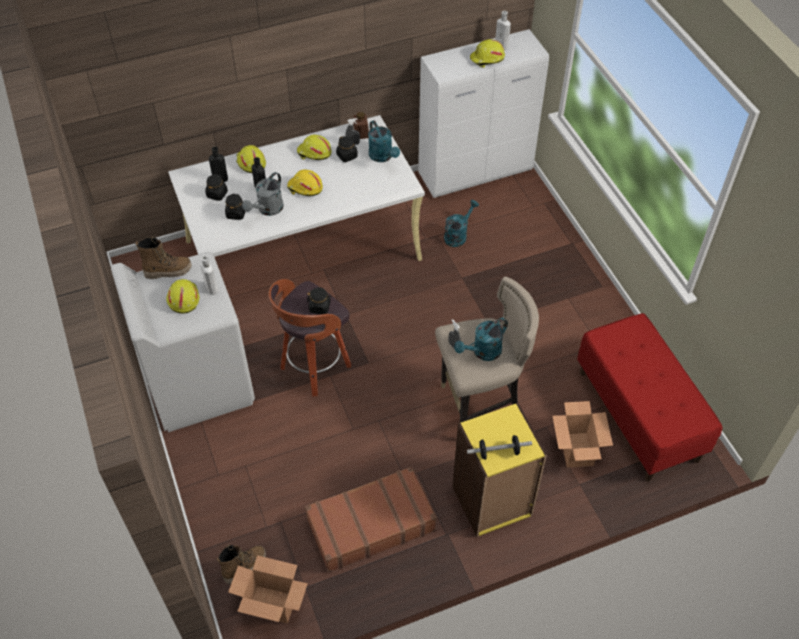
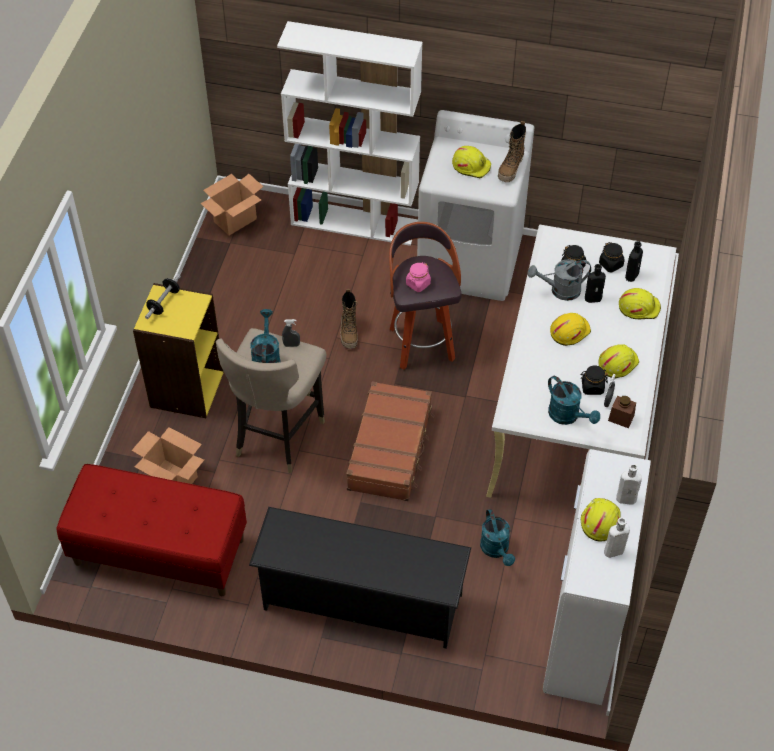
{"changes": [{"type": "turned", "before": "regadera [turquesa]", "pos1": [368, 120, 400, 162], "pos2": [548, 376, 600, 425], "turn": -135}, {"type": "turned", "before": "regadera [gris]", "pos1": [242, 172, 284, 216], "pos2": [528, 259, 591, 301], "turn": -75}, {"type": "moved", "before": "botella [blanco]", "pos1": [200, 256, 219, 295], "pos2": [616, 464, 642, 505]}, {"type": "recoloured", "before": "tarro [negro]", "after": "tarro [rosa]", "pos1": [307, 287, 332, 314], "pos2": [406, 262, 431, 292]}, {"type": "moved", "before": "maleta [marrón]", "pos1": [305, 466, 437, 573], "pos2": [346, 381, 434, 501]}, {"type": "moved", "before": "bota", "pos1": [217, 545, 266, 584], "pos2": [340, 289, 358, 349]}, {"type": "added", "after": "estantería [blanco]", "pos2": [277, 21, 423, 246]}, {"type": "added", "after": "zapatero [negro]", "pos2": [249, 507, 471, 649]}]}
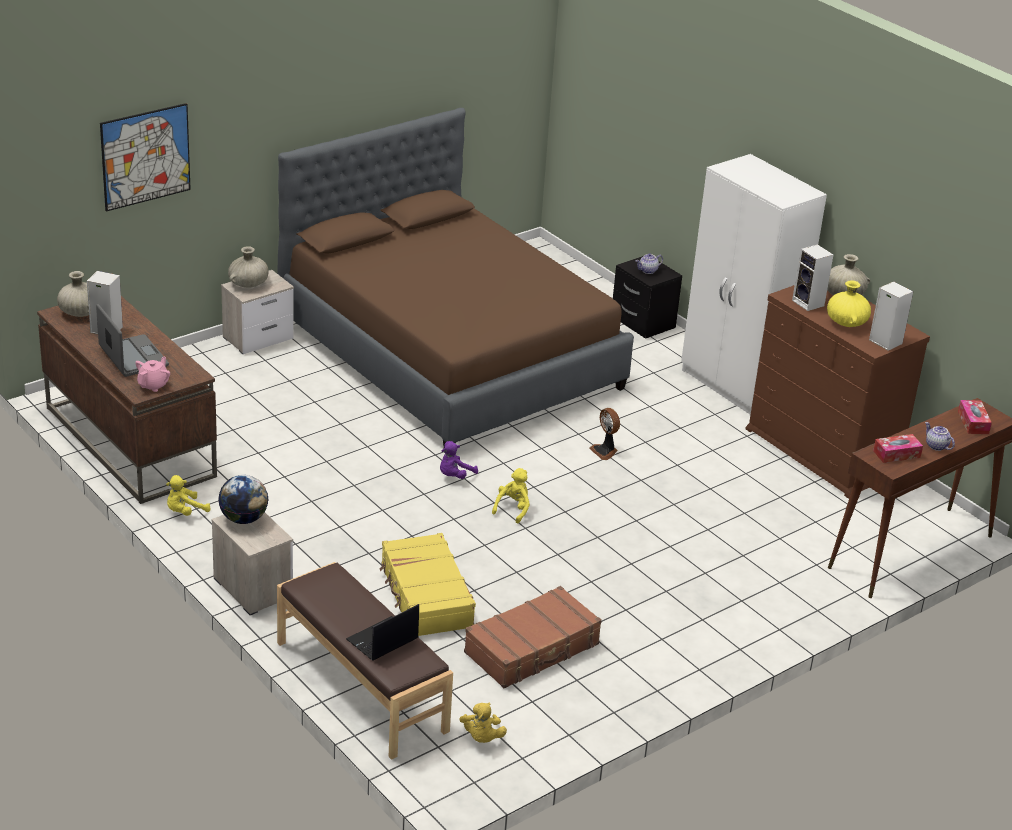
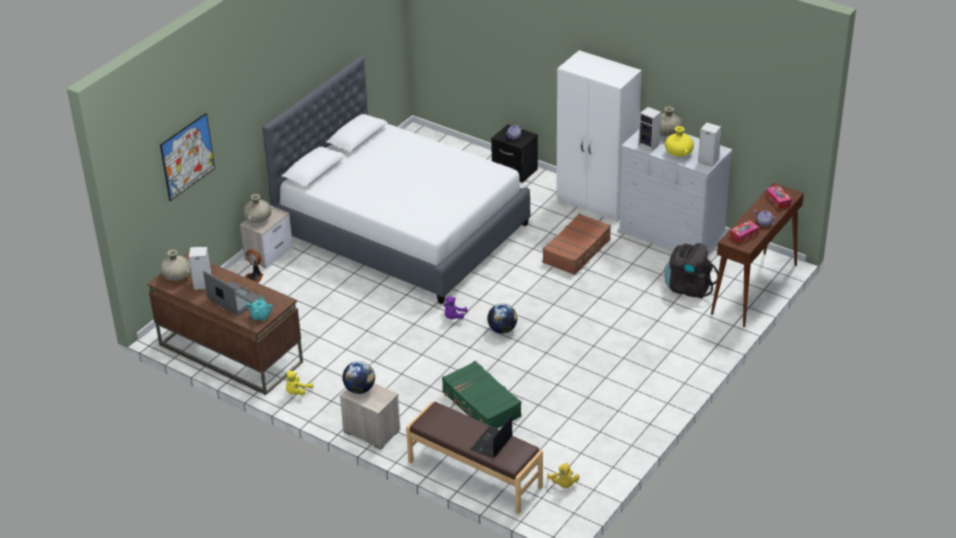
{"changes": [{"type": "recoloured", "before": "cama [marrón]", "after": "cama [blanco]", "pos1": [278, 108, 634, 453], "pos2": [262, 56, 531, 304]}, {"type": "recoloured", "before": "cómoda [marrón]", "after": "cómoda [blanco]", "pos1": [745, 285, 930, 499], "pos2": [617, 130, 733, 256]}, {"type": "recoloured", "before": "tetera [rosa]", "after": "tetera [turquesa]", "pos1": [135, 357, 170, 392], "pos2": [246, 295, 273, 321]}, {"type": "moved", "before": "ventilador", "pos1": [589, 408, 620, 460], "pos2": [245, 249, 264, 283]}, {"type": "replaced", "before": "peluche [amarillo]", "after": "globo terráqueo", "pos1": [492, 468, 530, 524], "pos2": [487, 303, 518, 334]}, {"type": "recoloured", "before": "maleta [amarillo]", "after": "maleta [verde]", "pos1": [380, 533, 476, 636], "pos2": [442, 361, 522, 429]}, {"type": "moved", "before": "maleta [marrón]", "pos1": [464, 586, 602, 689], "pos2": [542, 214, 611, 275]}, {"type": "added", "after": "mochila [negro]", "pos2": [664, 243, 718, 299]}]}
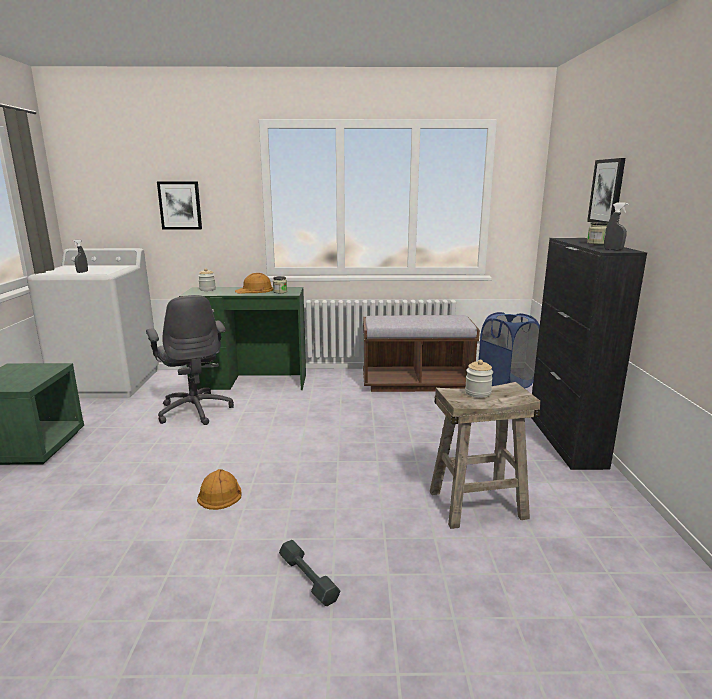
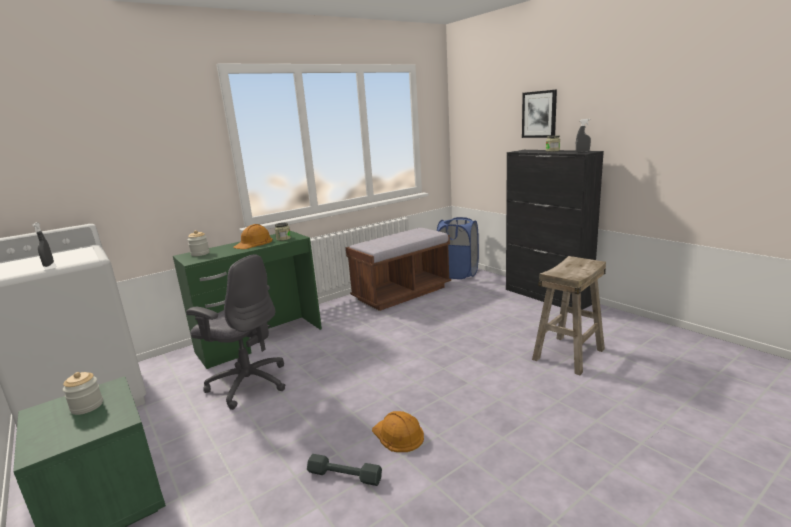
{"changes": [{"type": "removed", "before": "cuadro", "pos1": [157, 182, 202, 230]}, {"type": "moved", "before": "tarro", "pos1": [465, 360, 493, 398], "pos2": [63, 372, 103, 415]}, {"type": "moved", "before": "mancuerna [gris]", "pos1": [279, 540, 340, 607], "pos2": [307, 454, 382, 486]}]}
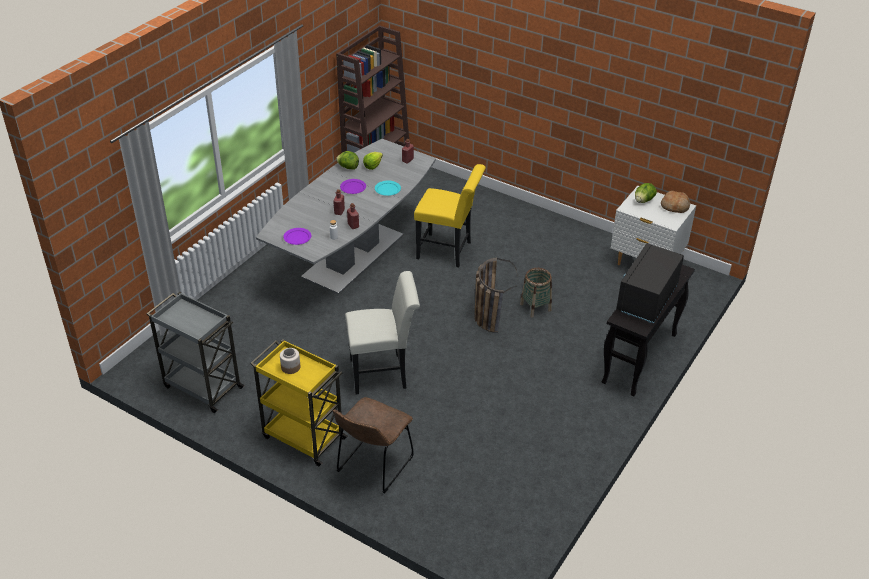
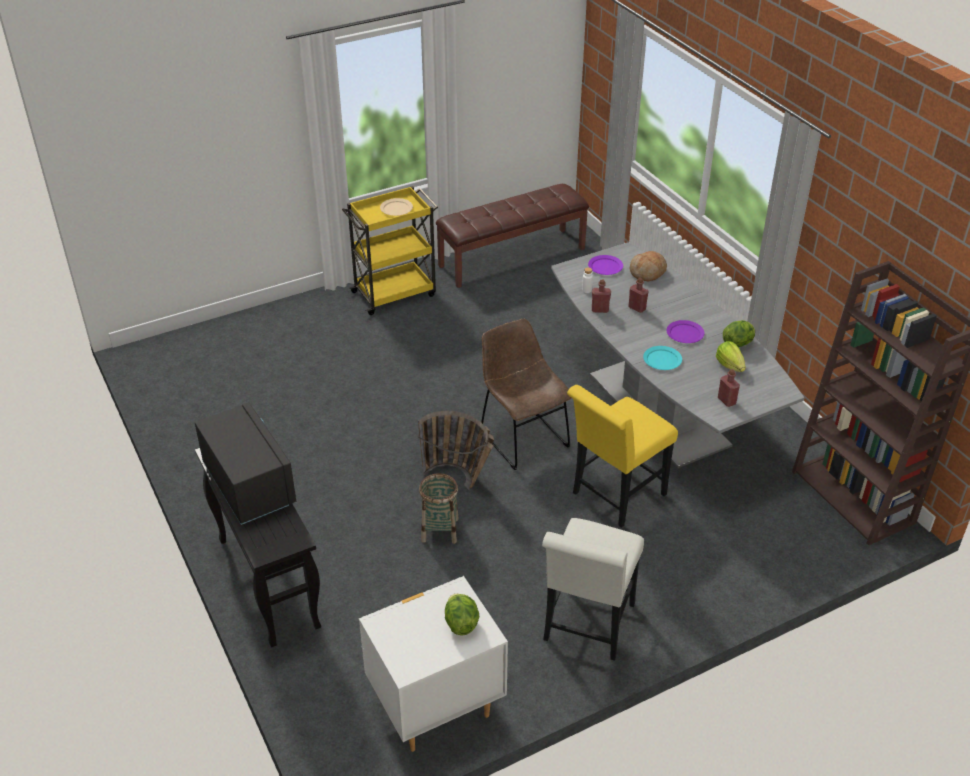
{"changes": [{"type": "moved", "before": "pan", "pos1": [661, 191, 690, 213], "pos2": [630, 251, 667, 282]}, {"type": "moved", "before": "silla [blanco]", "pos1": [345, 271, 420, 394], "pos2": [542, 518, 644, 661]}, {"type": "replaced", "before": "carrito [gris]", "after": "banco [marrón]", "pos1": [147, 292, 245, 413], "pos2": [436, 184, 589, 288]}, {"type": "replaced", "before": "tarro", "after": "plato [beis]", "pos1": [280, 348, 300, 374], "pos2": [380, 198, 413, 216]}, {"type": "moved", "before": "silla [marrón]", "pos1": [333, 397, 414, 493], "pos2": [481, 319, 571, 470]}]}
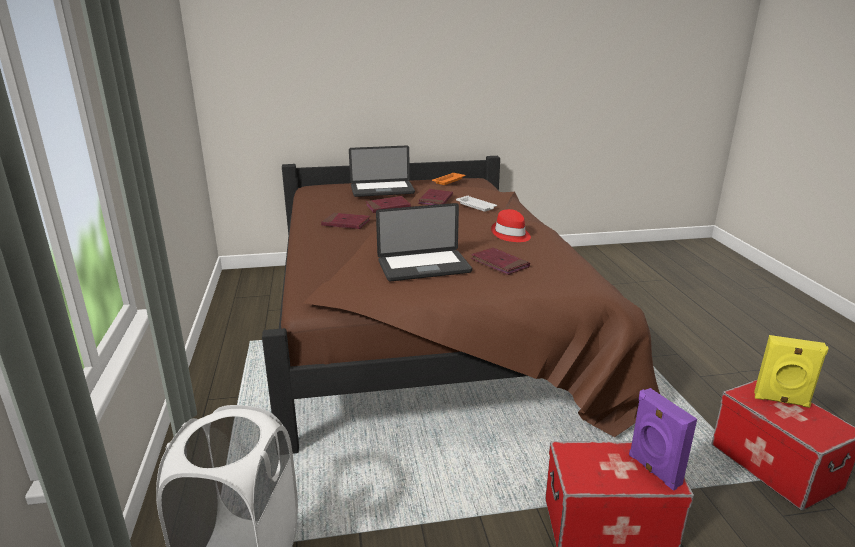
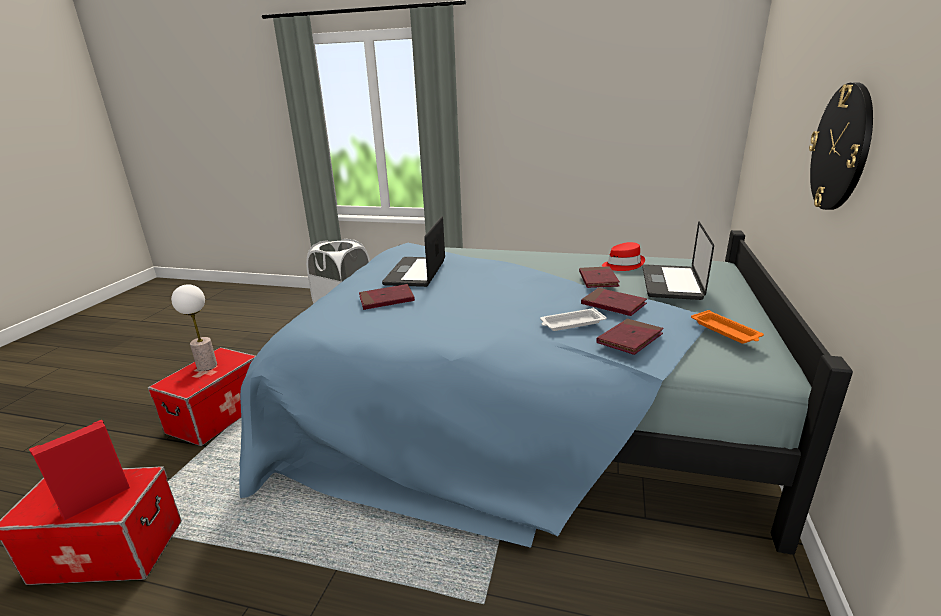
{"changes": [{"type": "recoloured", "before": "cama [marrón]", "after": "cama [azul]", "pos1": [262, 156, 660, 454], "pos2": [239, 230, 853, 555]}, {"type": "moved", "before": "sombrero [rojo]", "pos1": [491, 209, 531, 242], "pos2": [602, 242, 645, 271]}, {"type": "moved", "before": "libro [rojo]", "pos1": [321, 213, 371, 229], "pos2": [596, 319, 664, 355]}, {"type": "recoloured", "before": "altavoz [amarillo]", "after": "altavoz [rojo]", "pos1": [754, 335, 829, 408], "pos2": [29, 420, 130, 521]}, {"type": "removed", "before": "altavoz [morado]", "pos1": [629, 388, 697, 491]}, {"type": "added", "after": "reloj de pared", "pos2": [809, 82, 873, 210]}, {"type": "added", "after": "lámpara de mesa", "pos2": [171, 285, 217, 371]}]}
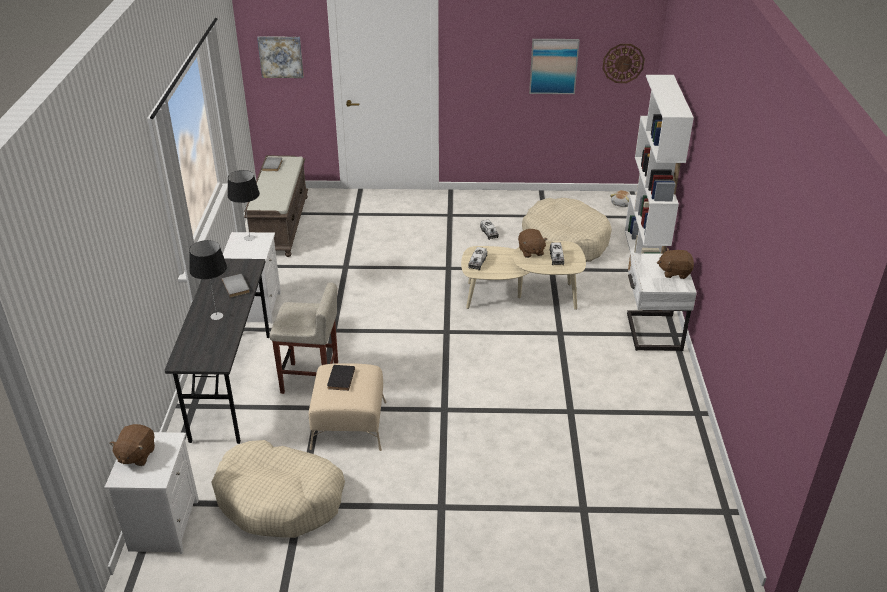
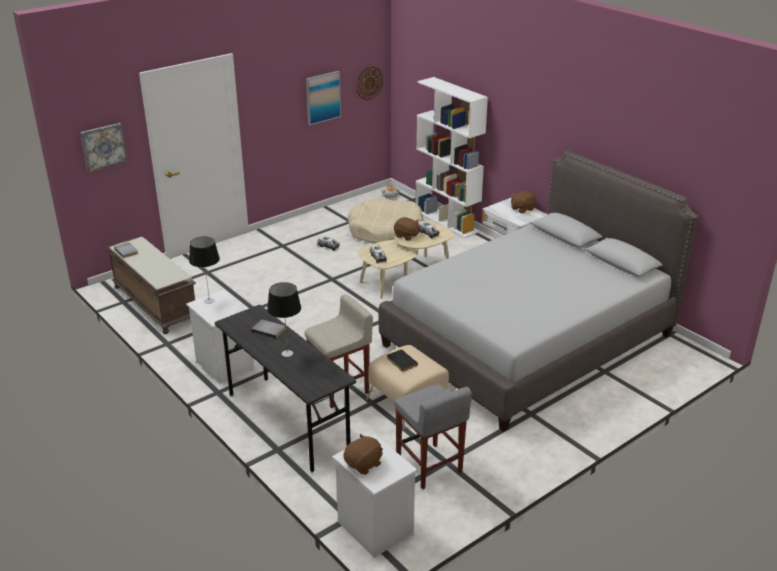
{"changes": [{"type": "turned", "before": "peluche [marrón]", "pos1": [109, 424, 155, 466], "pos2": [343, 433, 383, 475], "turn": -105}, {"type": "replaced", "before": "cama para perro [beis]", "after": "taburete [gris]", "pos1": [211, 440, 345, 538], "pos2": [394, 384, 472, 489]}, {"type": "added", "after": "cama [gris]", "pos2": [378, 151, 698, 432]}]}
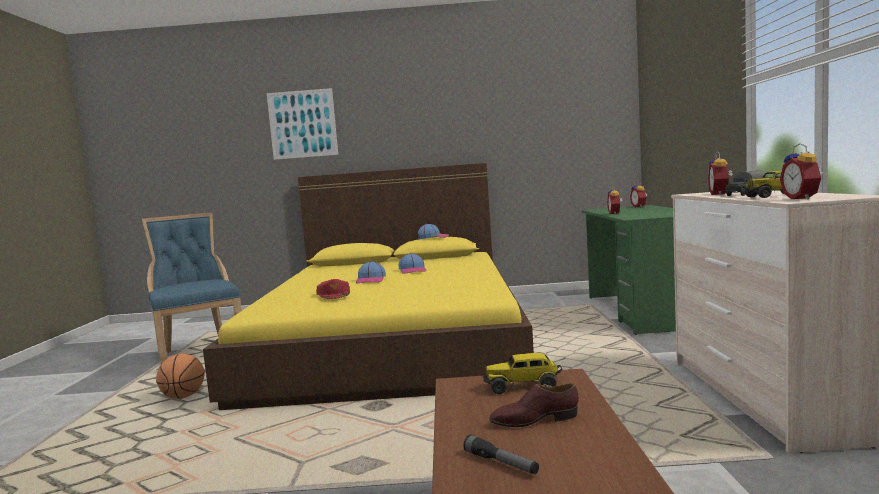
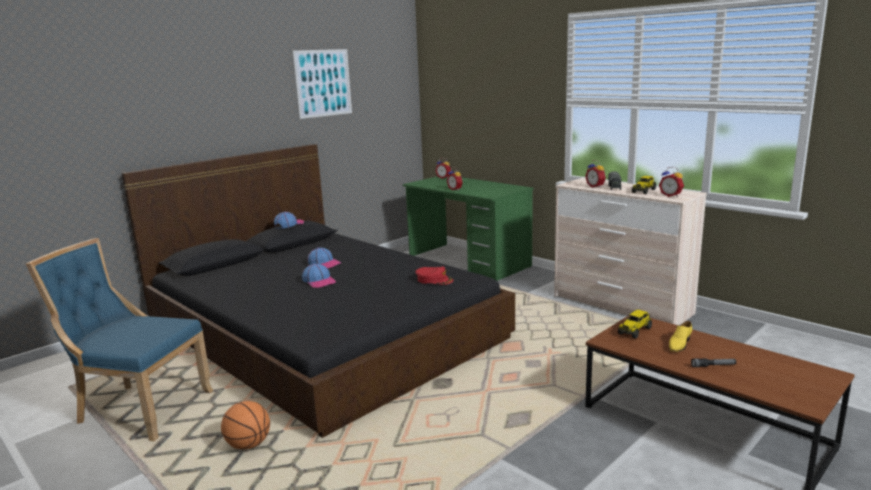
{"changes": [{"type": "moved", "before": "cuadro", "pos1": [267, 88, 338, 160], "pos2": [293, 49, 352, 119]}, {"type": "recoloured", "before": "cama [amarillo]", "after": "cama [negro]", "pos1": [203, 163, 534, 410], "pos2": [121, 144, 515, 438]}, {"type": "moved", "before": "gorra [rojo]", "pos1": [316, 279, 350, 299], "pos2": [415, 267, 453, 285]}, {"type": "recoloured", "before": "zapato [marrón]", "after": "zapato [amarillo]", "pos1": [489, 383, 579, 427], "pos2": [669, 321, 692, 352]}]}
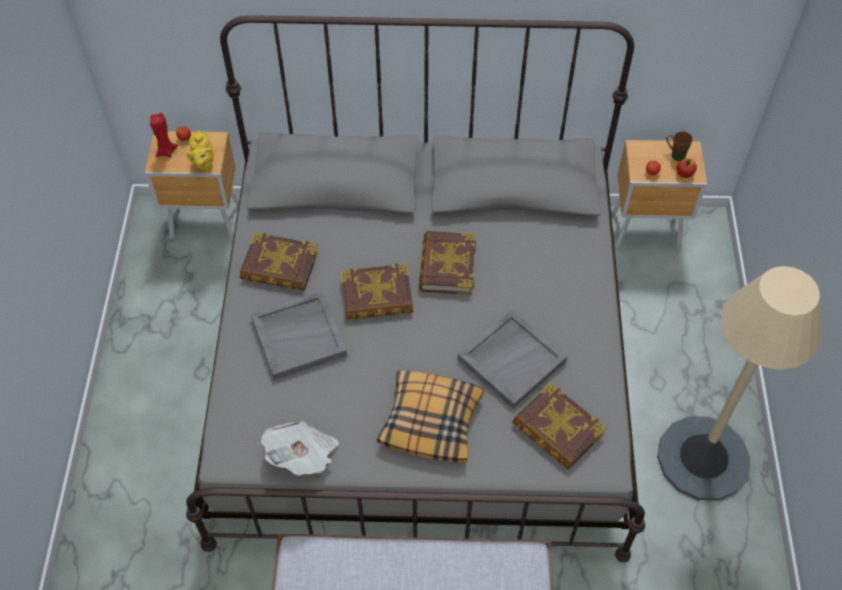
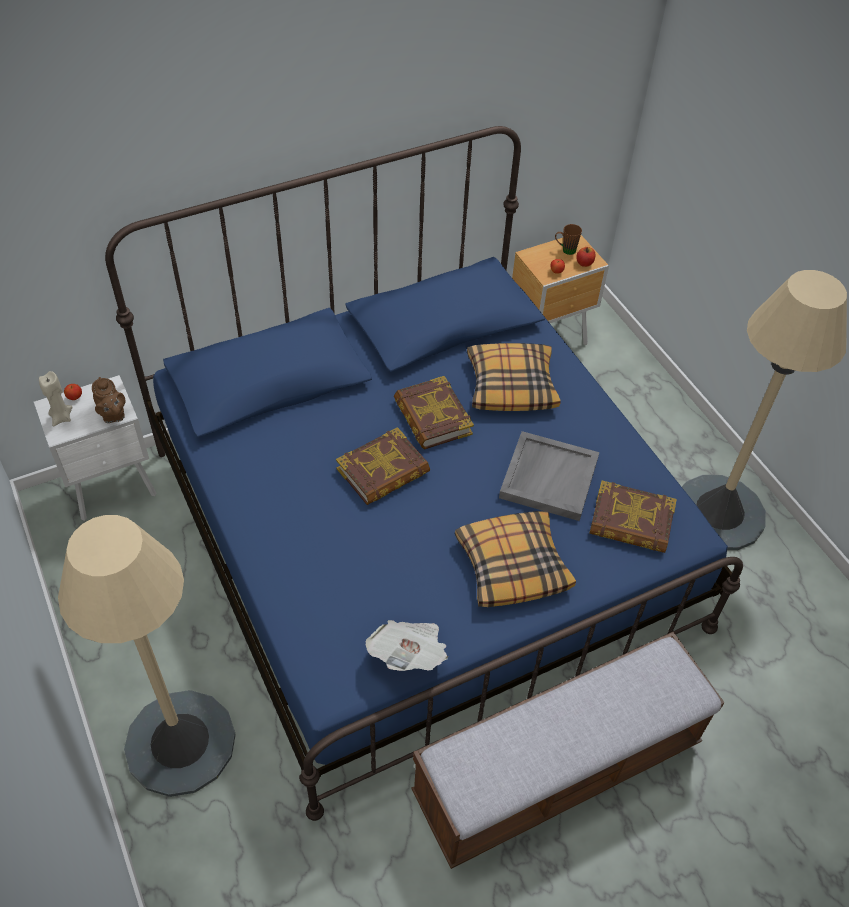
{"changes": [{"type": "recoloured", "before": "cama [gris]", "after": "cama [azul]", "pos1": [186, 15, 645, 562], "pos2": [105, 126, 743, 821]}, {"type": "recoloured", "before": "vela [rojo]", "after": "vela [beis]", "pos1": [150, 113, 178, 157], "pos2": [39, 371, 72, 426]}, {"type": "recoloured", "before": "tetera [amarillo]", "after": "tetera [marrón]", "pos1": [187, 130, 214, 171], "pos2": [92, 377, 126, 423]}, {"type": "recoloured", "before": "mesita de noche [marrón]", "after": "mesita de noche [blanco]", "pos1": [145, 131, 239, 240], "pos2": [34, 375, 157, 521]}, {"type": "removed", "before": "libro", "pos1": [240, 232, 318, 291]}, {"type": "removed", "before": "bandeja [gris]", "pos1": [251, 291, 347, 380]}, {"type": "added", "after": "cojín", "pos2": [467, 343, 561, 411]}, {"type": "added", "after": "lámpara de pie [beis]", "pos2": [58, 515, 236, 797]}]}
